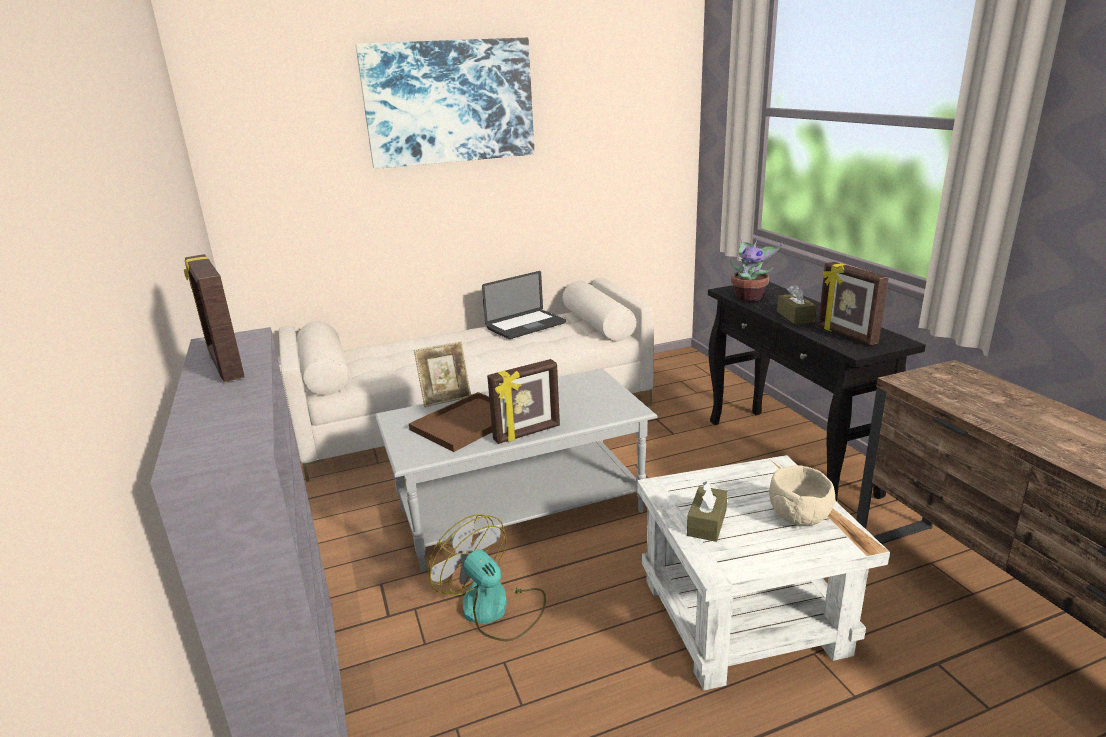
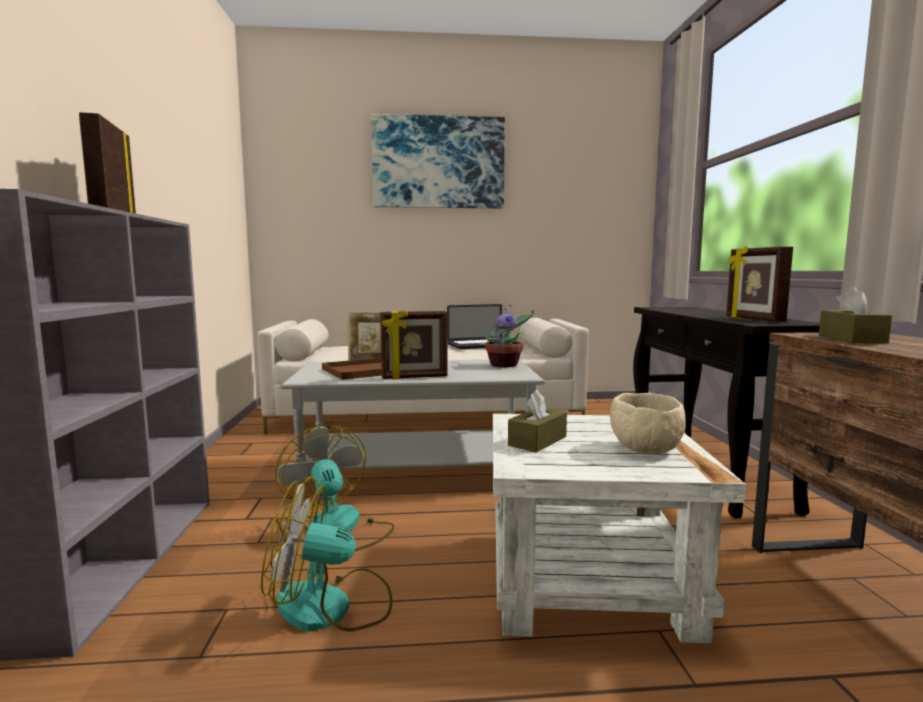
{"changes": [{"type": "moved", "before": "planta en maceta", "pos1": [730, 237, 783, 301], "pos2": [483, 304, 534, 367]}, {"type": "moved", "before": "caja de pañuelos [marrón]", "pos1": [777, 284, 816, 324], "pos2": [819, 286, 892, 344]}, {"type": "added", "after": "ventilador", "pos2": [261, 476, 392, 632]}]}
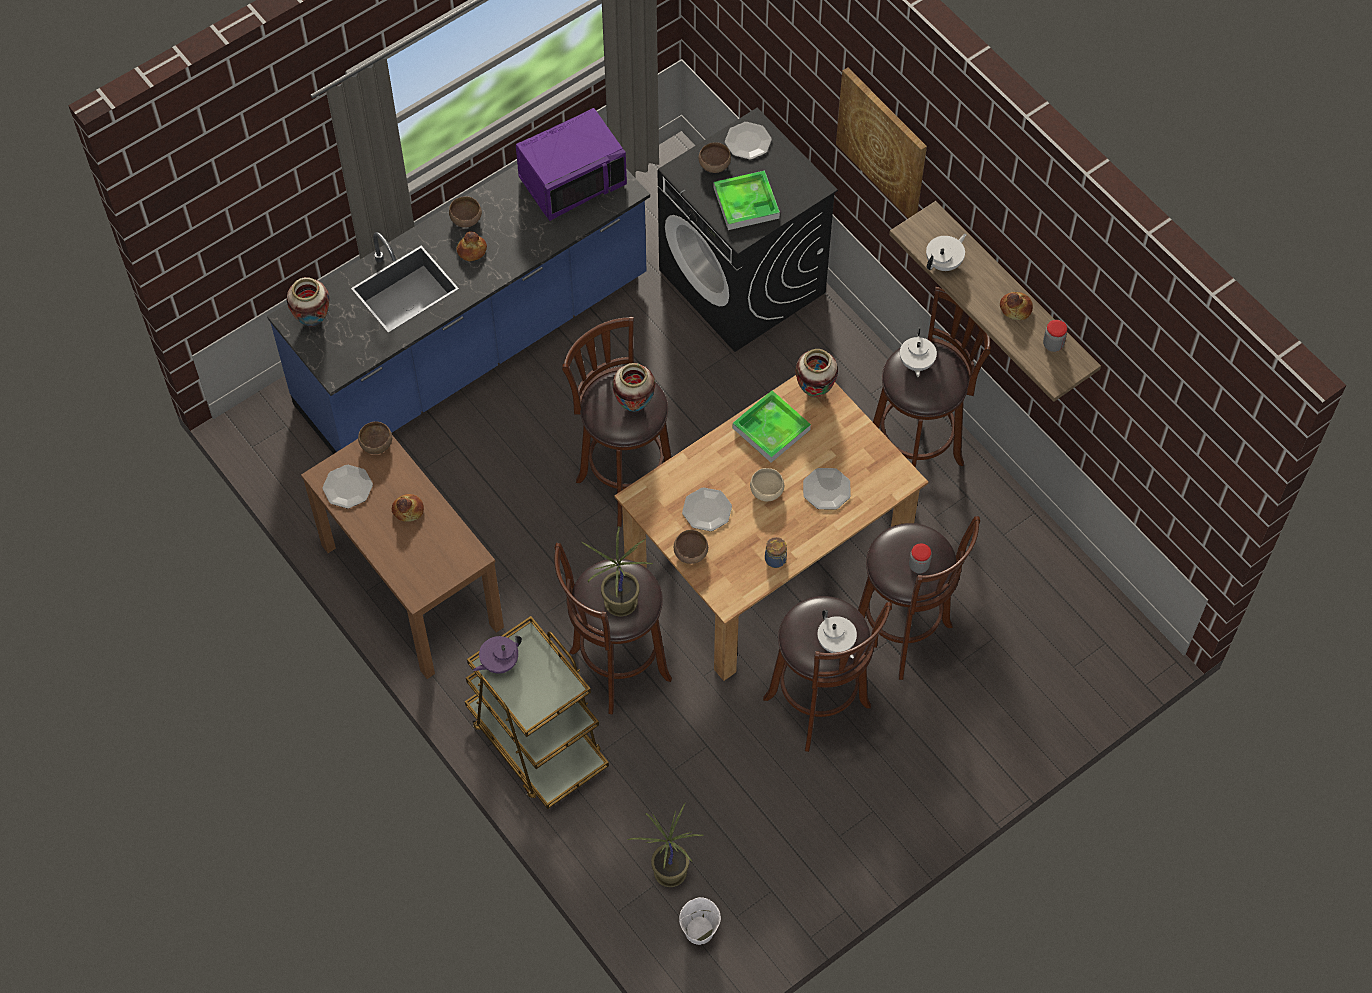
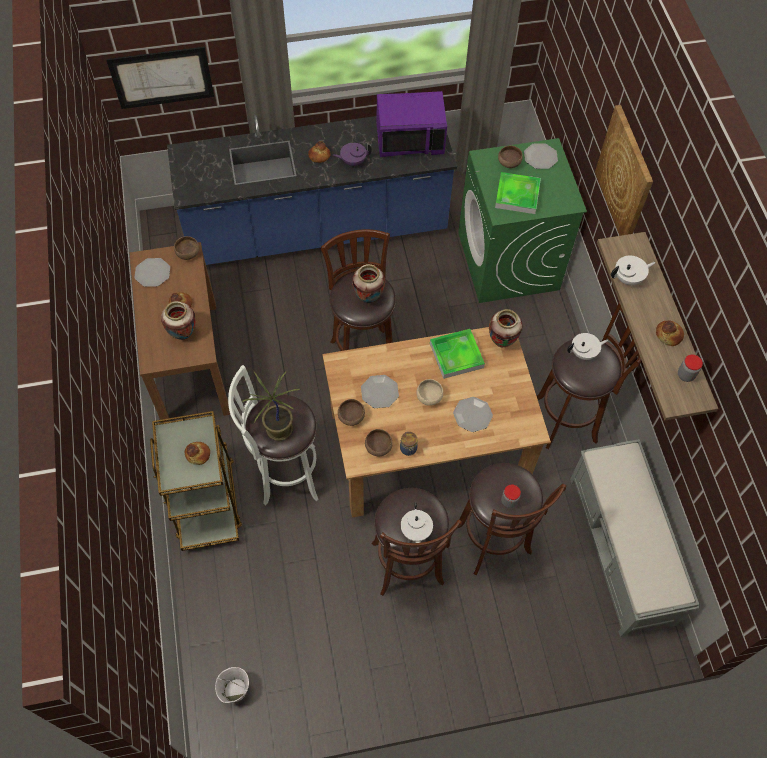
{"changes": [{"type": "recoloured", "before": "lavadora [negro]", "after": "lavadora [verde]", "pos1": [657, 108, 838, 352], "pos2": [458, 138, 587, 303]}, {"type": "moved", "before": "cuenco [marrón]", "pos1": [449, 196, 482, 227], "pos2": [365, 429, 393, 456]}, {"type": "moved", "before": "florero", "pos1": [286, 277, 329, 327], "pos2": [161, 301, 195, 340]}, {"type": "turned", "before": "tetera [blanco]", "pos1": [900, 328, 937, 377], "pos2": [567, 333, 608, 360], "turn": -135}, {"type": "recoloured", "before": "taburete [marrón]", "after": "taburete [blanco]", "pos1": [554, 543, 672, 715], "pos2": [228, 365, 319, 505]}, {"type": "moved", "before": "tetera [morado]", "pos1": [473, 635, 522, 674], "pos2": [333, 143, 372, 167]}, {"type": "removed", "before": "planta en maceta", "pos1": [628, 803, 704, 887]}, {"type": "added", "after": "cuadro", "pos2": [106, 47, 214, 109]}, {"type": "added", "after": "banco [gris]", "pos2": [570, 439, 699, 637]}, {"type": "added", "after": "pan", "pos2": [185, 442, 210, 465]}]}
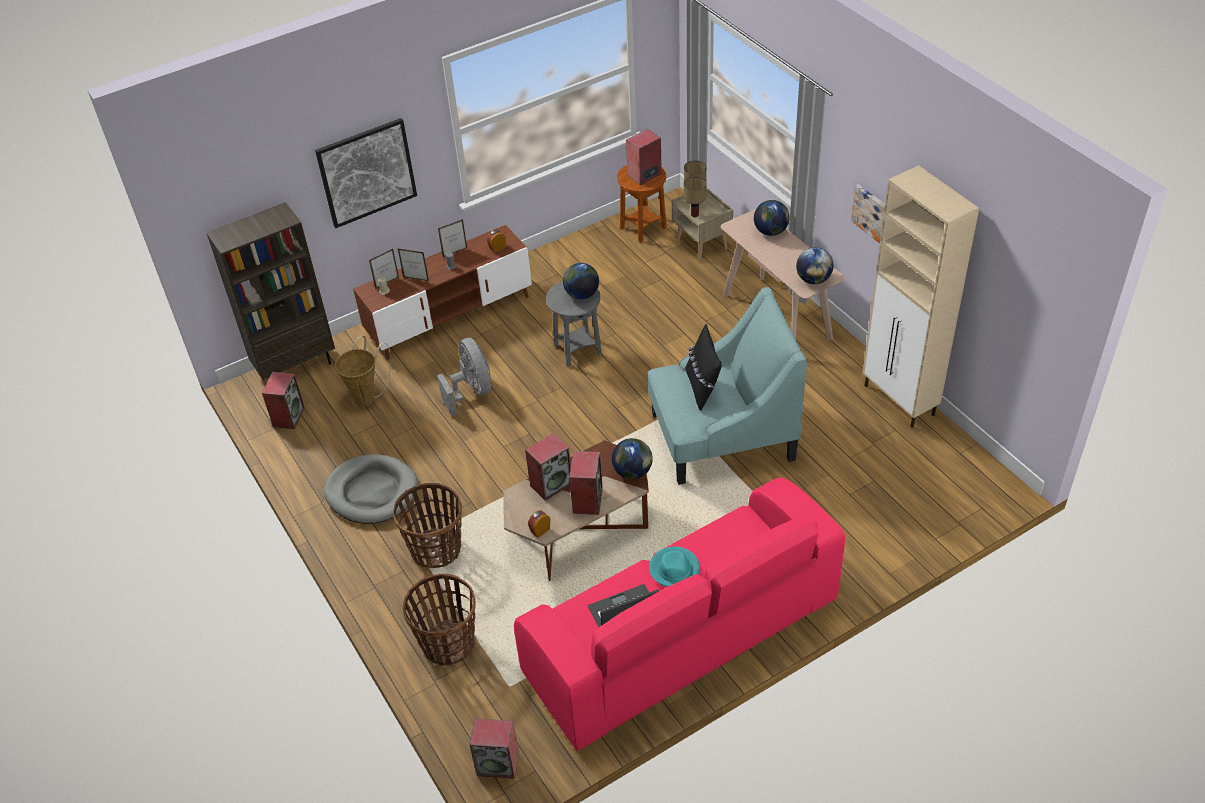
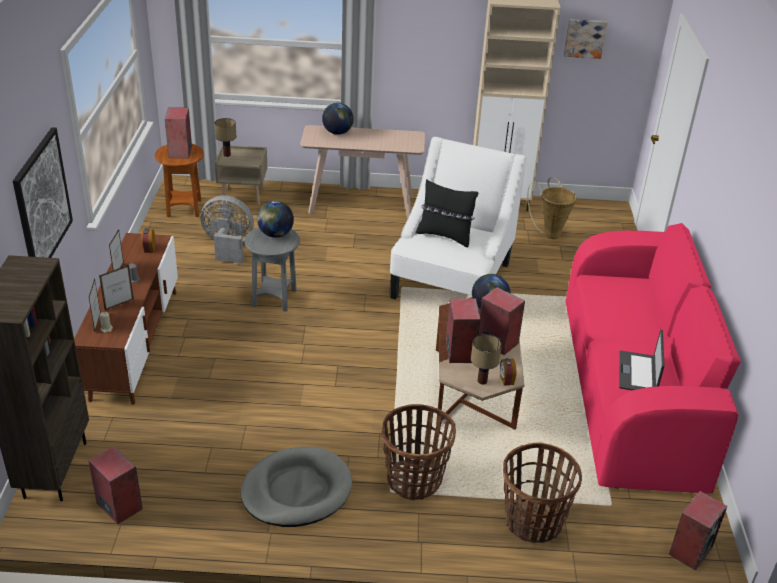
{"changes": [{"type": "moved", "before": "lámpara de mesa", "pos1": [684, 177, 706, 217], "pos2": [471, 334, 502, 385]}, {"type": "moved", "before": "cuadro", "pos1": [851, 184, 885, 243], "pos2": [564, 19, 607, 59]}, {"type": "removed", "before": "globo terráqueo", "pos1": [796, 247, 833, 284]}, {"type": "recoloured", "before": "sillón [turquesa]", "after": "sillón [blanco]", "pos1": [648, 287, 807, 485], "pos2": [390, 137, 526, 300]}, {"type": "moved", "before": "cesta", "pos1": [335, 336, 391, 407], "pos2": [527, 177, 577, 239]}, {"type": "moved", "before": "ventilador [gris]", "pos1": [437, 338, 491, 416], "pos2": [201, 195, 254, 264]}, {"type": "removed", "before": "sombrero [turquesa]", "pos1": [649, 547, 700, 587]}]}
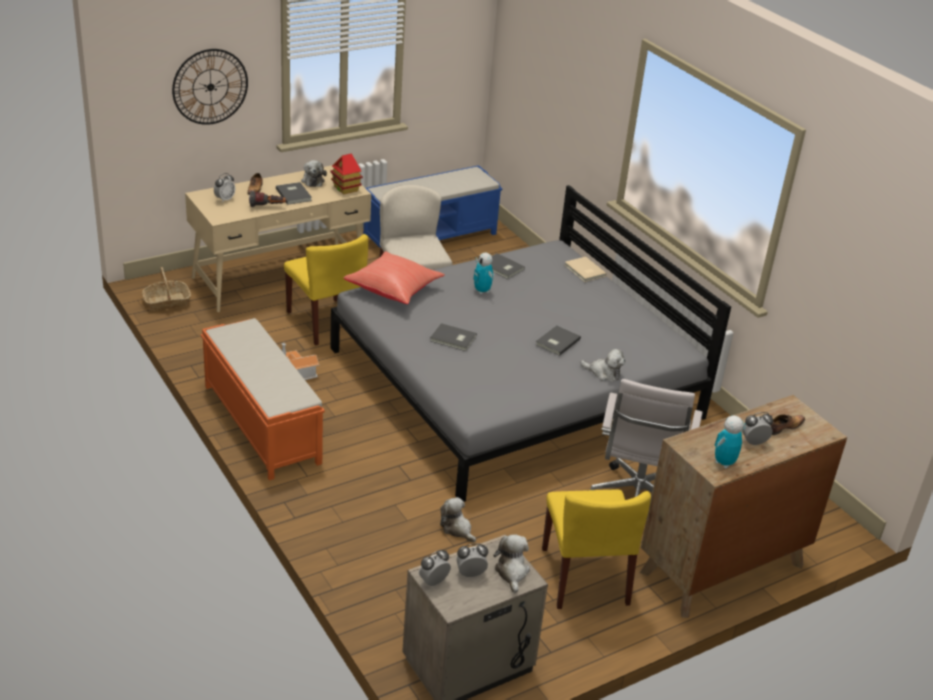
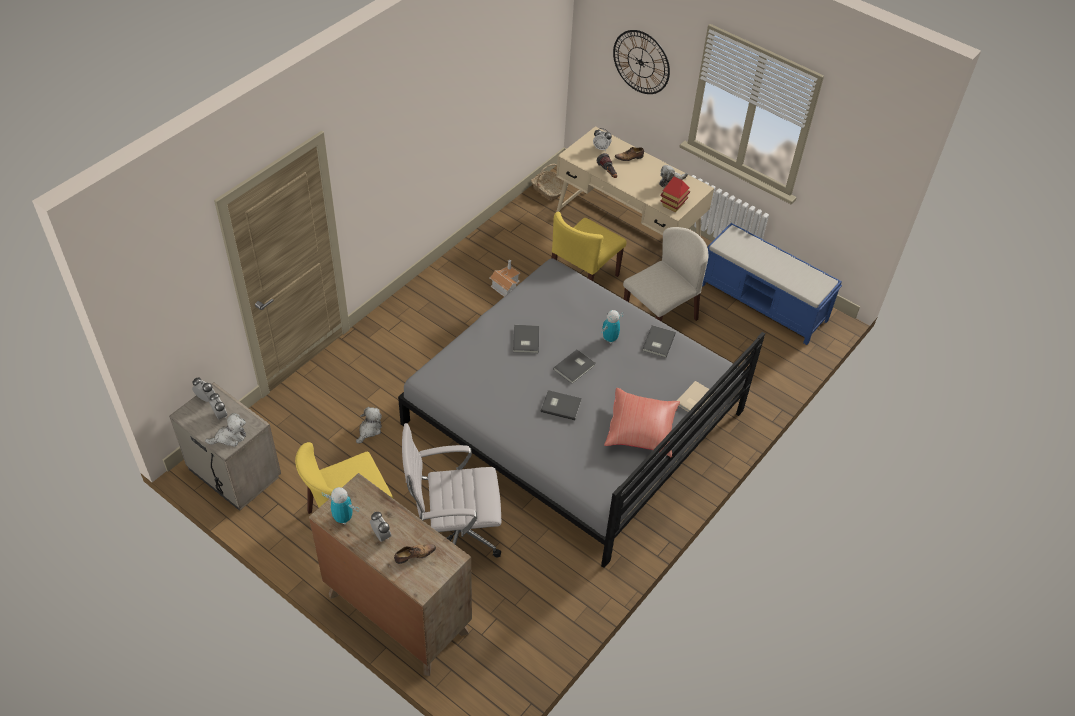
{"changes": [{"type": "moved", "before": "libro [gris]", "pos1": [276, 182, 312, 205], "pos2": [553, 350, 595, 384]}, {"type": "moved", "before": "cojín [rojo]", "pos1": [344, 251, 445, 304], "pos2": [604, 388, 680, 457]}, {"type": "removed", "before": "banco [naranja]", "pos1": [201, 318, 325, 480]}, {"type": "removed", "before": "peluche", "pos1": [580, 349, 625, 381]}, {"type": "turned", "before": "zapato", "pos1": [770, 414, 805, 435], "pos2": [394, 544, 436, 564], "turn": -60}]}
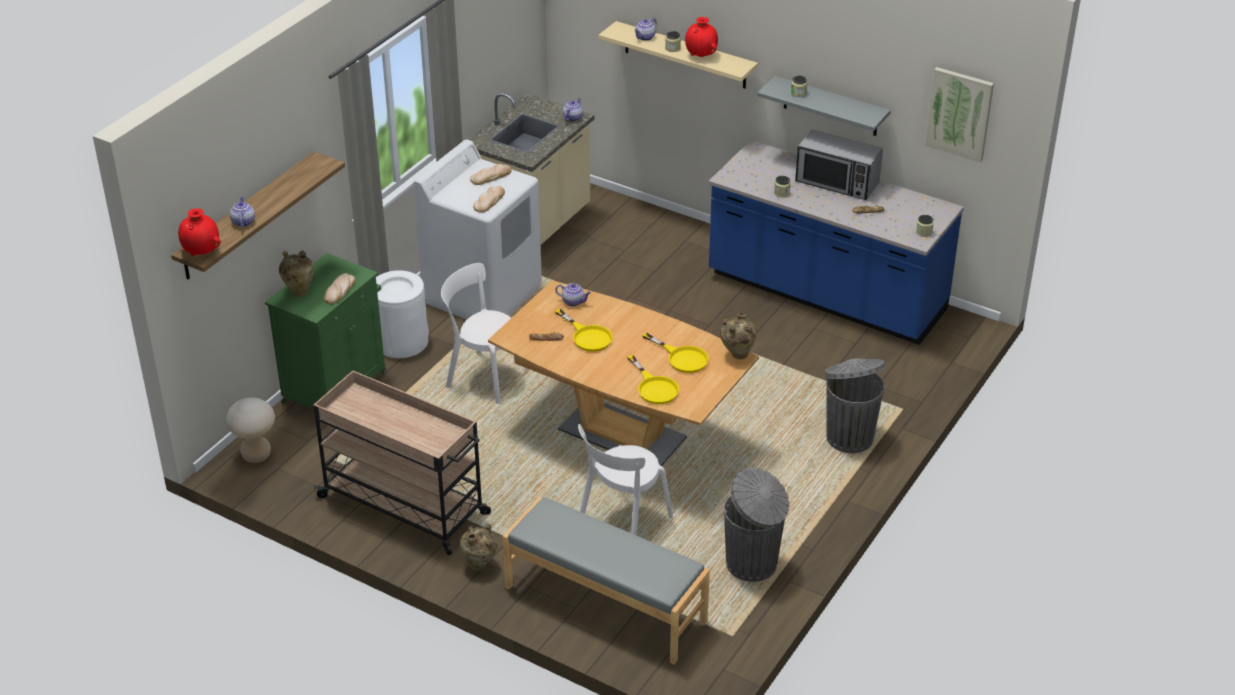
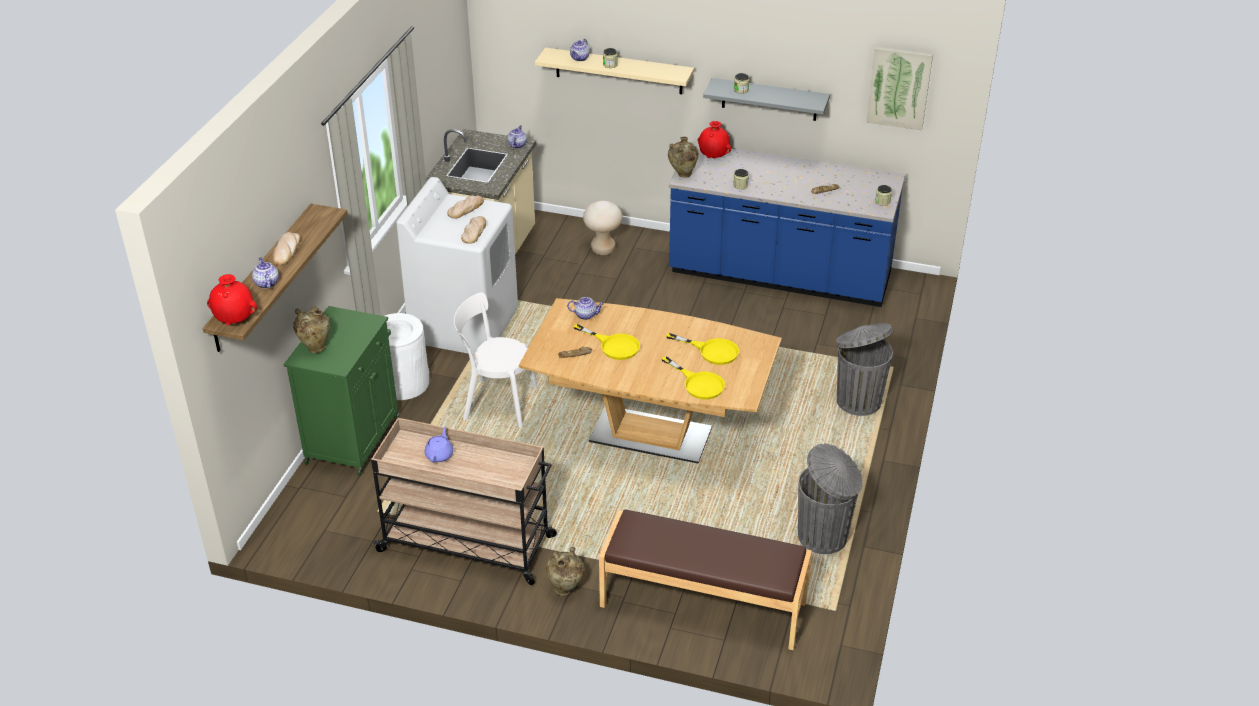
{"changes": [{"type": "moved", "before": "florero [rojo]", "pos1": [685, 17, 718, 57], "pos2": [698, 121, 731, 158]}, {"type": "removed", "before": "microondas", "pos1": [795, 130, 883, 200]}, {"type": "moved", "before": "pan", "pos1": [324, 273, 355, 304], "pos2": [272, 232, 301, 265]}, {"type": "moved", "before": "florero [beis]", "pos1": [720, 313, 756, 359], "pos2": [668, 137, 699, 178]}, {"type": "moved", "before": "taburete [beis]", "pos1": [226, 398, 275, 463], "pos2": [583, 201, 622, 255]}, {"type": "removed", "before": "silla [blanco]", "pos1": [578, 424, 673, 535]}, {"type": "recoloured", "before": "banco [gris]", "after": "banco [marrón]", "pos1": [503, 497, 710, 665], "pos2": [599, 509, 812, 650]}, {"type": "added", "after": "tetera [morado]", "pos2": [425, 427, 453, 463]}]}
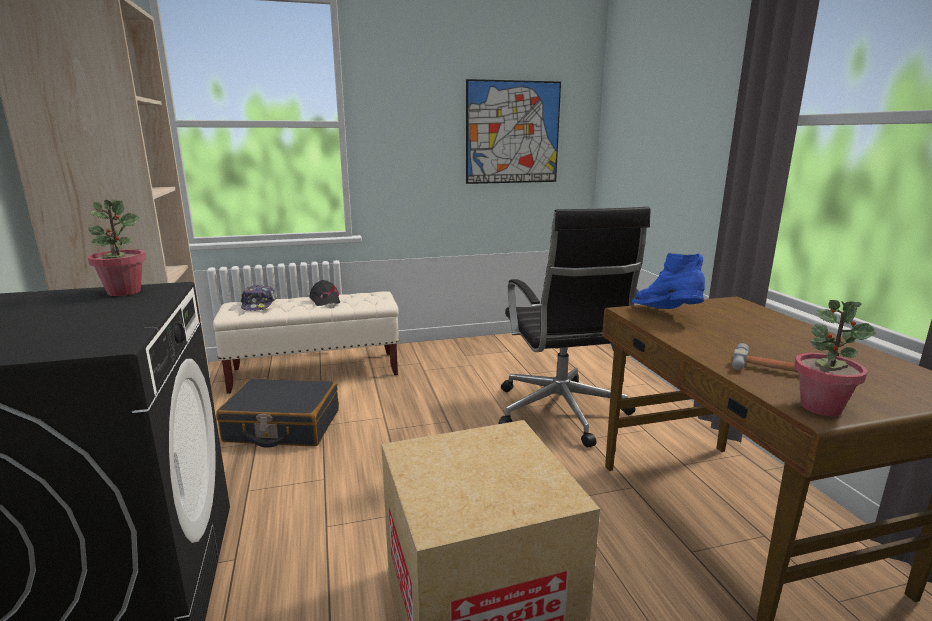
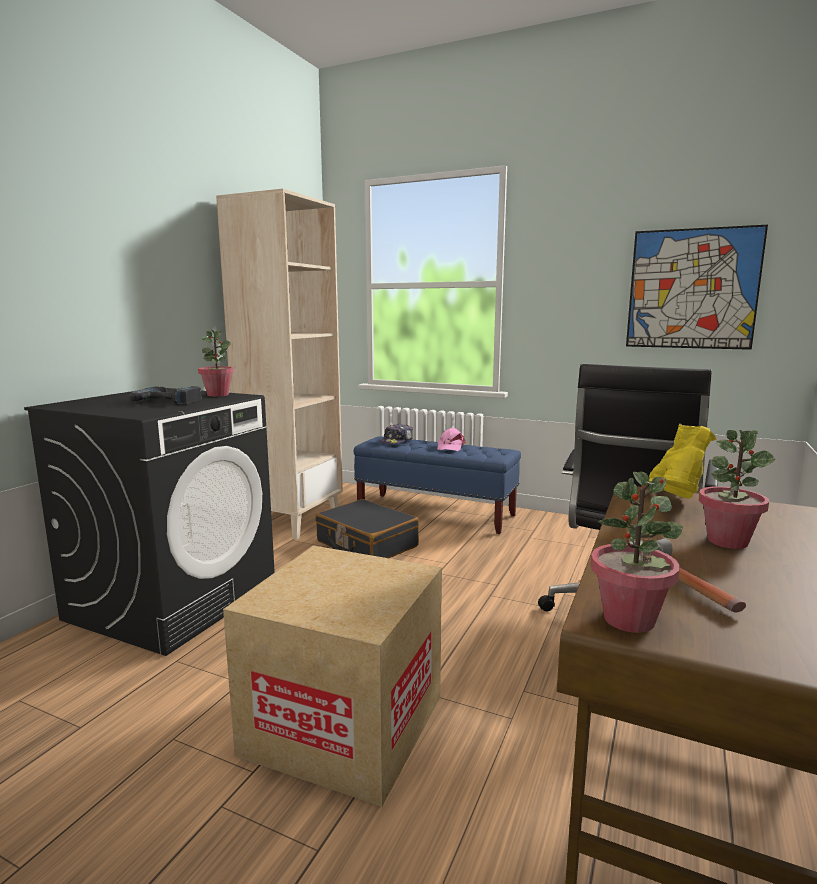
{"changes": [{"type": "recoloured", "before": "bota [azul]", "after": "bota [amarillo]", "pos1": [632, 253, 705, 309], "pos2": [649, 423, 716, 499]}, {"type": "recoloured", "before": "gorra [negro]", "after": "gorra [rosa]", "pos1": [309, 280, 340, 306], "pos2": [437, 428, 466, 451]}, {"type": "recoloured", "before": "banco [beis]", "after": "banco [azul]", "pos1": [213, 291, 399, 394], "pos2": [354, 436, 521, 534]}, {"type": "added", "after": "taladro", "pos2": [129, 386, 202, 405]}, {"type": "added", "after": "planta en maceta", "pos2": [699, 430, 775, 549]}]}
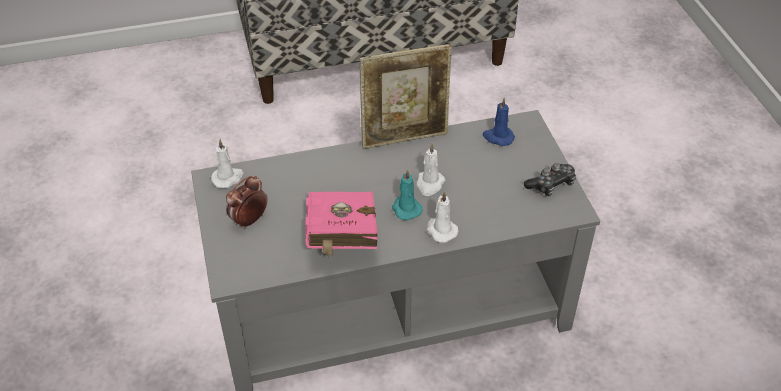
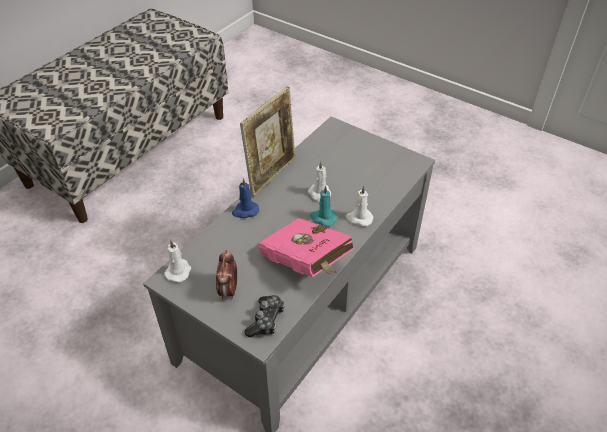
{"changes": [{"type": "moved", "before": "vela [azul]", "pos1": [483, 98, 515, 146], "pos2": [232, 178, 259, 218]}, {"type": "moved", "before": "mando de consola", "pos1": [524, 163, 576, 196], "pos2": [244, 295, 285, 338]}]}
